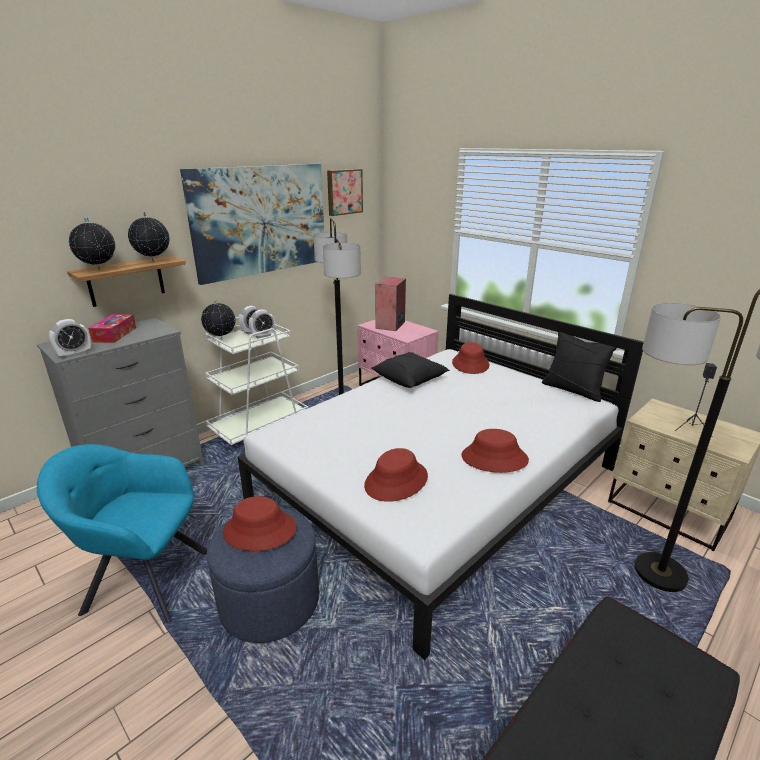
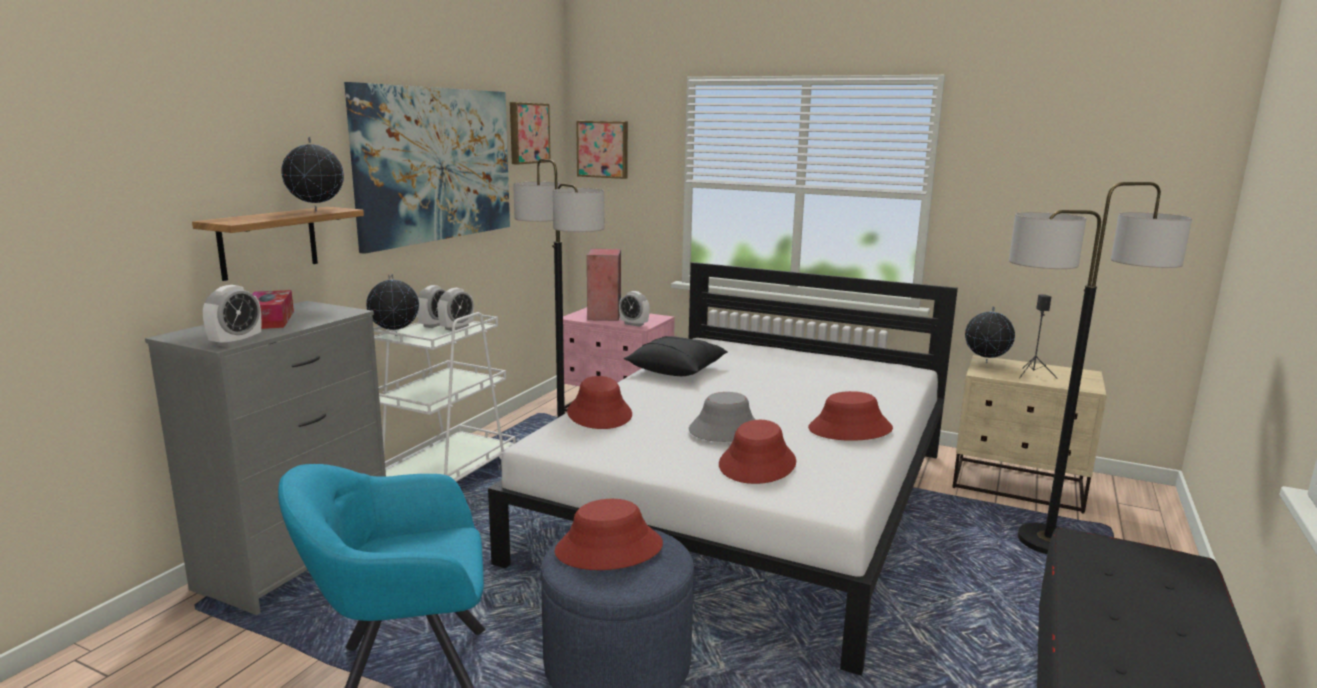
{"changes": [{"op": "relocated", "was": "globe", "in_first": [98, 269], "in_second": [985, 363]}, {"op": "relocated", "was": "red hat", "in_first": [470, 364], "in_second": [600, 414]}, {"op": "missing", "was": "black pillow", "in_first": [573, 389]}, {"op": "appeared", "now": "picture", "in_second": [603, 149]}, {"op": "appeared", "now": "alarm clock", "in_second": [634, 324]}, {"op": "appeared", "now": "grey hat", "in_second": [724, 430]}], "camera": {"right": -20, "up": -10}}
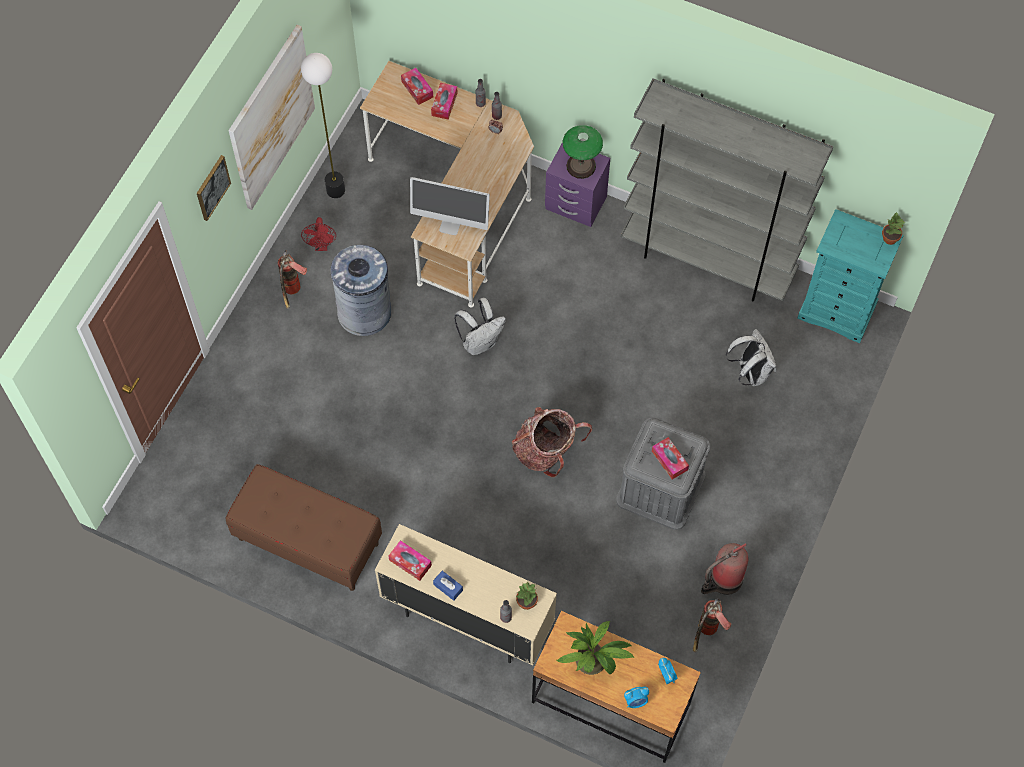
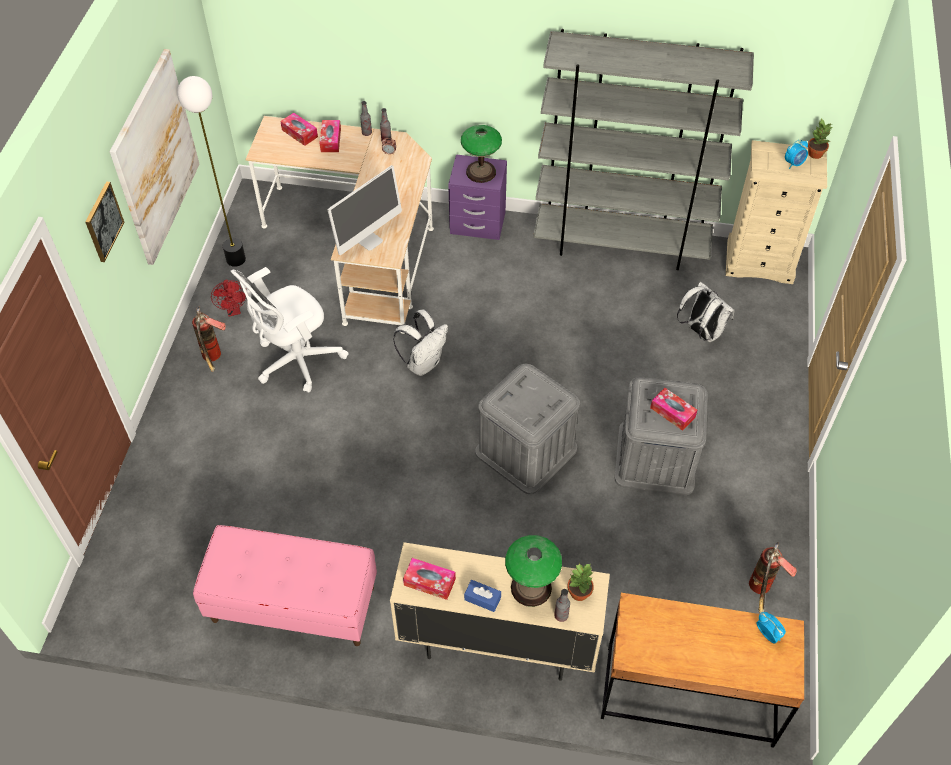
{"changes": [{"op": "colour", "was": "brown bench", "now": "pink bench", "in_first": [308, 541], "in_second": [293, 604]}, {"op": "exchanged", "was": "grey trash can", "now": "white office chair", "in_first": [364, 312], "in_second": [295, 361]}, {"op": "spun", "was": "monitor", "in_first": [450, 225], "in_second": [369, 240], "clockwise": -45}, {"op": "exchanged", "was": "backpack", "now": "grey storage box", "in_first": [546, 451], "in_second": [526, 450]}, {"op": "missing", "was": "potted plant", "in_first": [594, 663]}, {"op": "relocated", "was": "alarm clock", "in_first": [635, 701], "in_second": [794, 163]}, {"op": "missing", "was": "fire extinguisher", "in_first": [723, 580]}, {"op": "colour", "was": "turquoise dresser", "now": "beige dresser", "in_first": [837, 311], "in_second": [760, 261]}, {"op": "appeared", "now": "table lamp", "in_second": [531, 588]}], "camera": {"right": -15, "up": -10}}
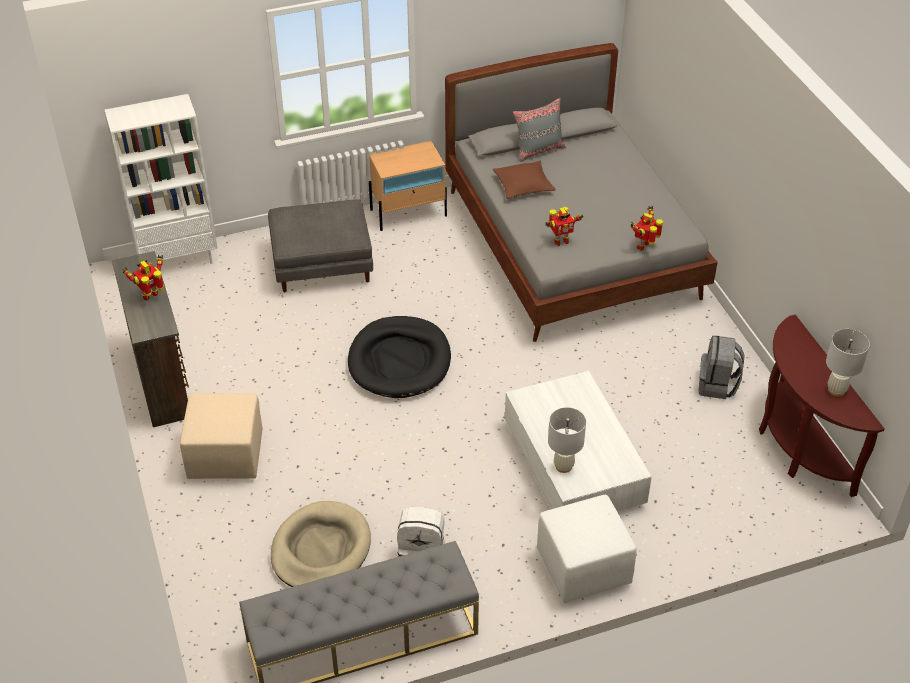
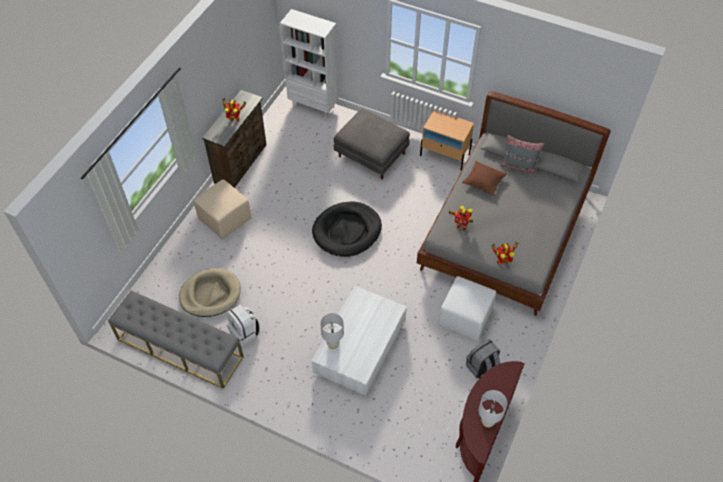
{"changes": [{"op": "relocated", "was": "white ottoman", "in_first": [584, 567], "in_second": [466, 317]}], "camera": {"right": 45, "up": 10}}
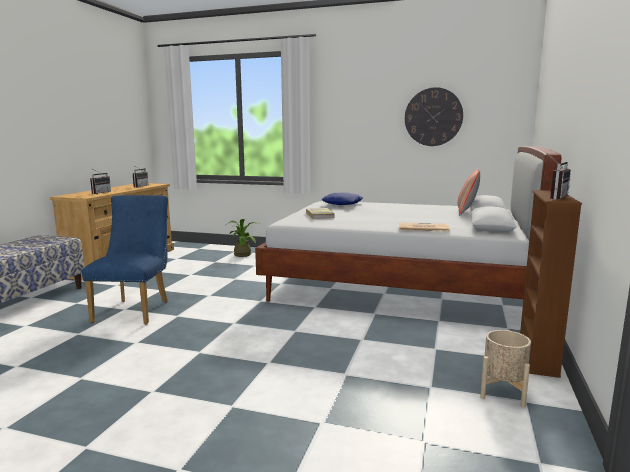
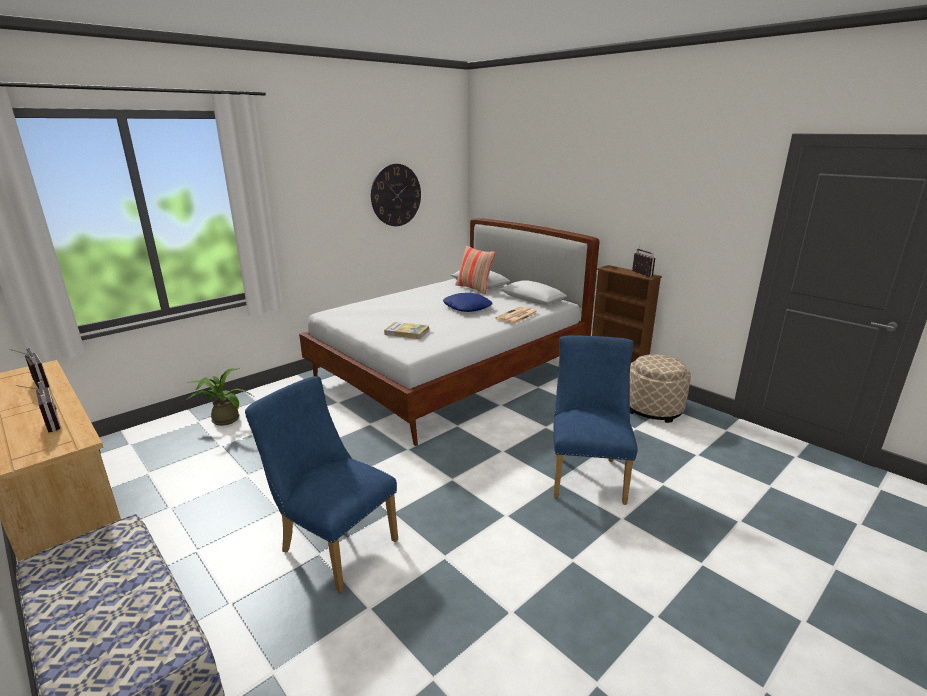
{"changes": [{"op": "relocated", "was": "blue pillow", "in_first": [342, 204], "in_second": [467, 307]}, {"op": "exchanged", "was": "beige planter", "now": "beige ottoman", "in_first": [503, 392], "in_second": [653, 409]}, {"op": "appeared", "now": "blue chair", "in_second": [587, 474]}], "camera": {"right": -60, "up": 10}}
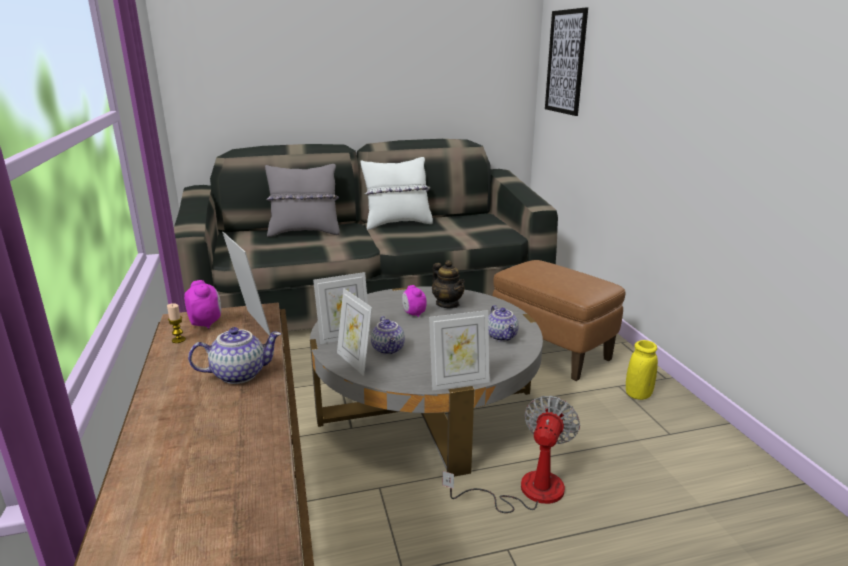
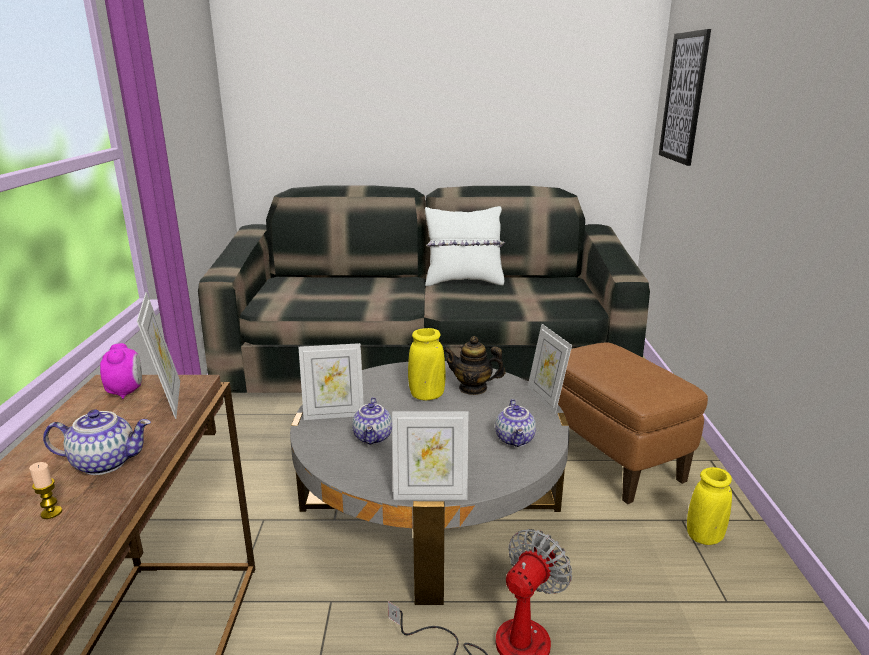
{"changes": [{"op": "relocated", "was": "candle", "in_first": [178, 340], "in_second": [51, 513]}, {"op": "missing", "was": "grey pillow", "in_first": [305, 232]}, {"op": "relocated", "was": "picture frame", "in_first": [355, 362], "in_second": [546, 399]}, {"op": "exchanged", "was": "alarm clock", "now": "yellow vase", "in_first": [413, 314], "in_second": [426, 396]}, {"op": "spun", "was": "teapot", "in_first": [447, 304], "in_second": [473, 388], "clockwise": 120}], "camera": {"right": 15, "up": 0}}
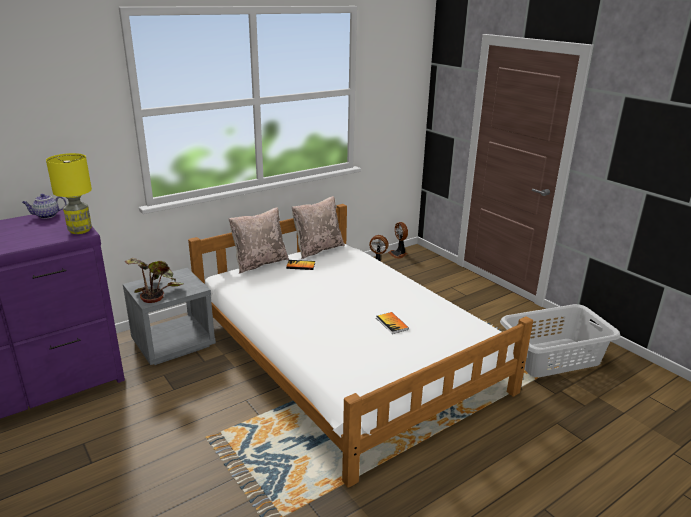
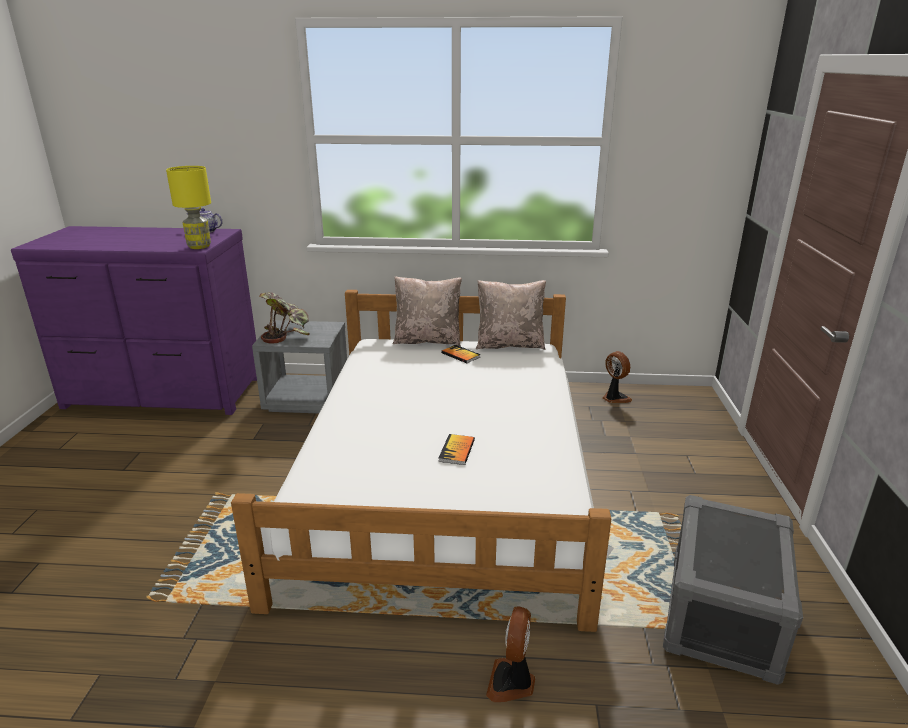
{"changes": [{"op": "relocated", "was": "fan", "in_first": [398, 254], "in_second": [512, 682]}, {"op": "exchanged", "was": "grey laundry basket", "now": "grey storage box", "in_first": [552, 357], "in_second": [720, 613]}], "camera": {"right": 40, "up": 0}}
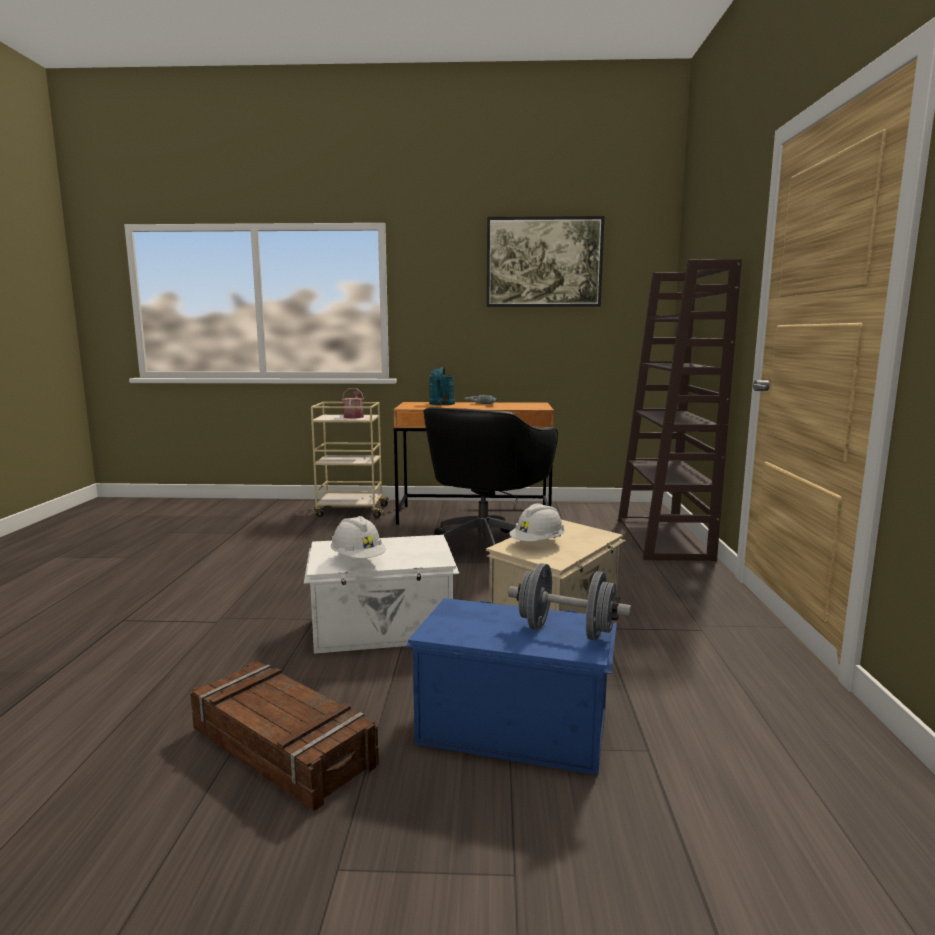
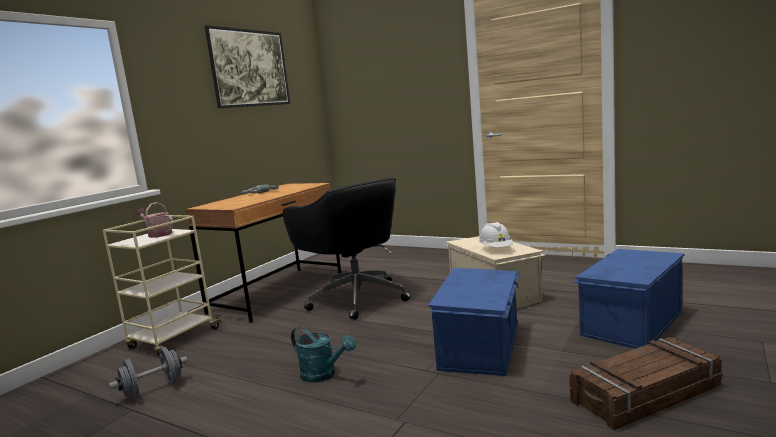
{"changes": [{"op": "colour", "was": "white storage box", "now": "blue storage box", "in_first": [384, 630], "in_second": [481, 347]}, {"op": "missing", "was": "white hard hat", "in_first": [358, 559]}, {"op": "relocated", "was": "turquoise watering can", "in_first": [441, 404], "in_second": [323, 375]}, {"op": "relocated", "was": "grey dumbbell", "in_first": [566, 631], "in_second": [153, 390]}, {"op": "missing", "was": "brown bookcase", "in_first": [664, 539]}], "camera": {"right": -60, "up": 0}}
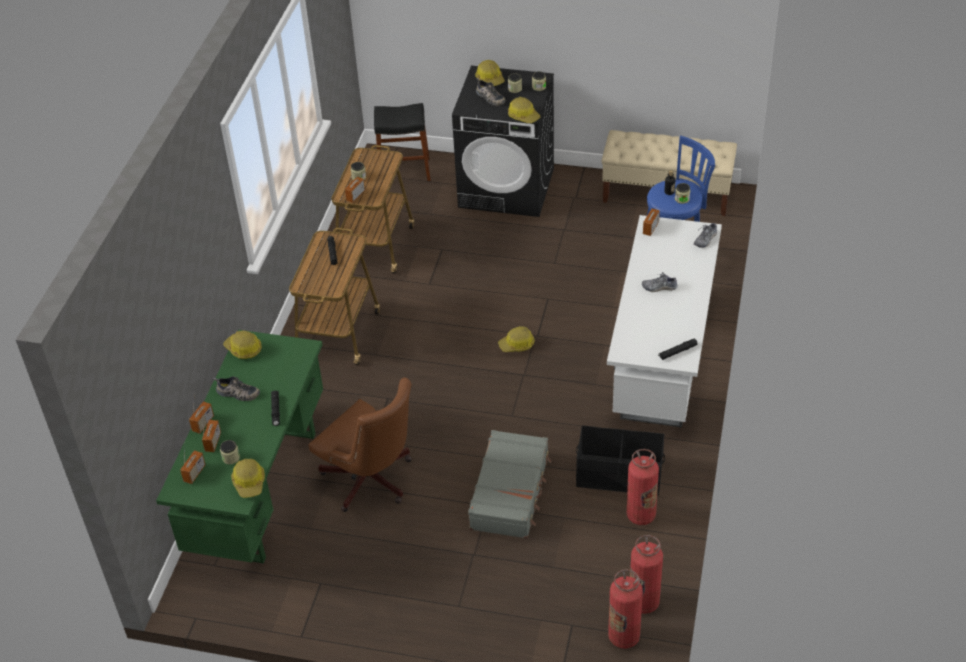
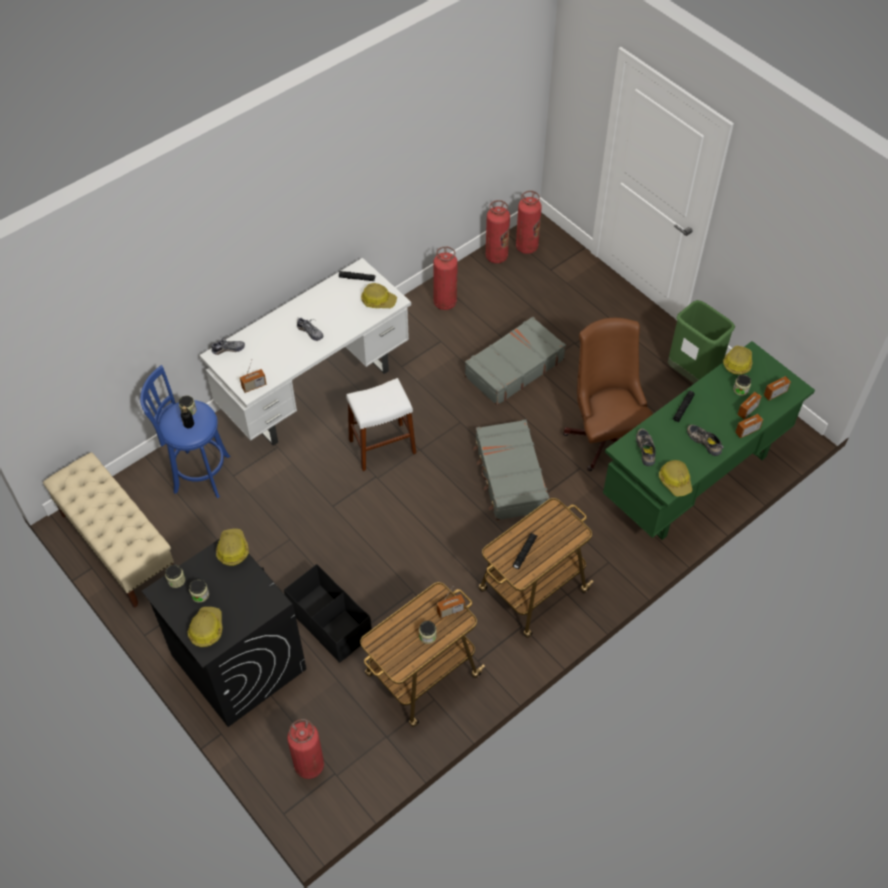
{"changes": [{"op": "exchanged", "was": "black stool", "now": "fire extinguisher", "in_first": [404, 171], "in_second": [309, 765]}, {"op": "relocated", "was": "shoe", "in_first": [489, 97], "in_second": [646, 449]}, {"op": "relocated", "was": "hard hat", "in_first": [517, 345], "in_second": [378, 300]}, {"op": "relocated", "was": "black storage box", "in_first": [619, 475], "in_second": [330, 622]}, {"op": "appeared", "now": "white stool", "in_second": [382, 446]}, {"op": "appeared", "now": "grey suitcase", "in_second": [509, 477]}, {"op": "appeared", "now": "green trash can", "in_second": [692, 374]}], "camera": {"right": -145, "up": 10}}
